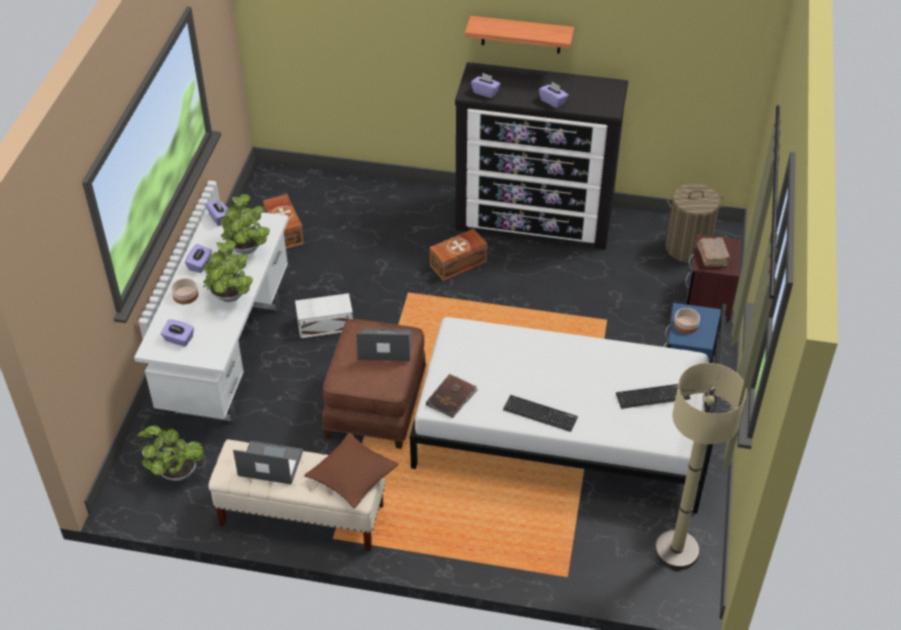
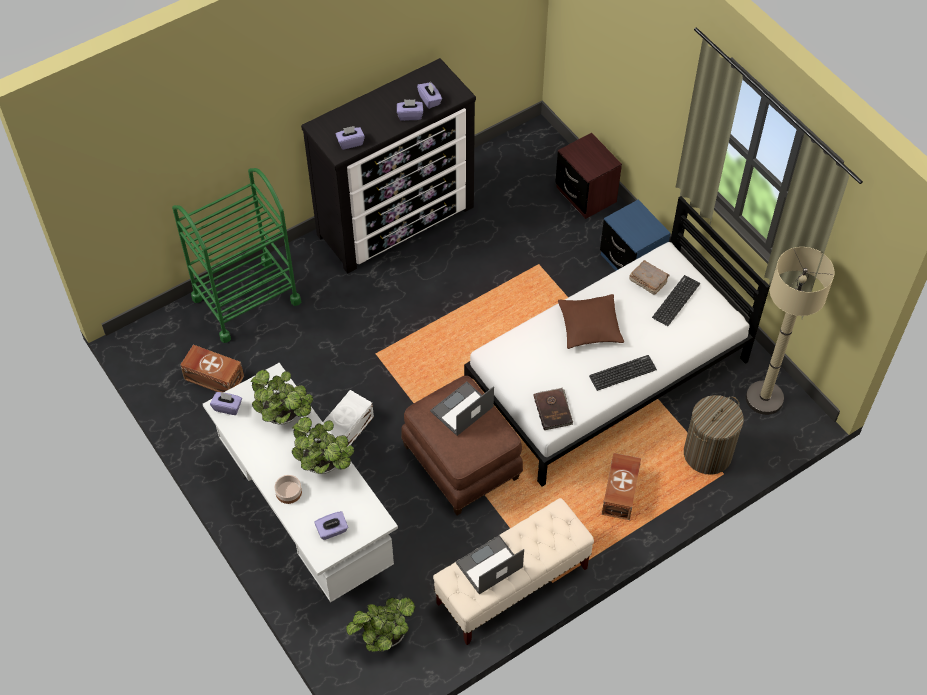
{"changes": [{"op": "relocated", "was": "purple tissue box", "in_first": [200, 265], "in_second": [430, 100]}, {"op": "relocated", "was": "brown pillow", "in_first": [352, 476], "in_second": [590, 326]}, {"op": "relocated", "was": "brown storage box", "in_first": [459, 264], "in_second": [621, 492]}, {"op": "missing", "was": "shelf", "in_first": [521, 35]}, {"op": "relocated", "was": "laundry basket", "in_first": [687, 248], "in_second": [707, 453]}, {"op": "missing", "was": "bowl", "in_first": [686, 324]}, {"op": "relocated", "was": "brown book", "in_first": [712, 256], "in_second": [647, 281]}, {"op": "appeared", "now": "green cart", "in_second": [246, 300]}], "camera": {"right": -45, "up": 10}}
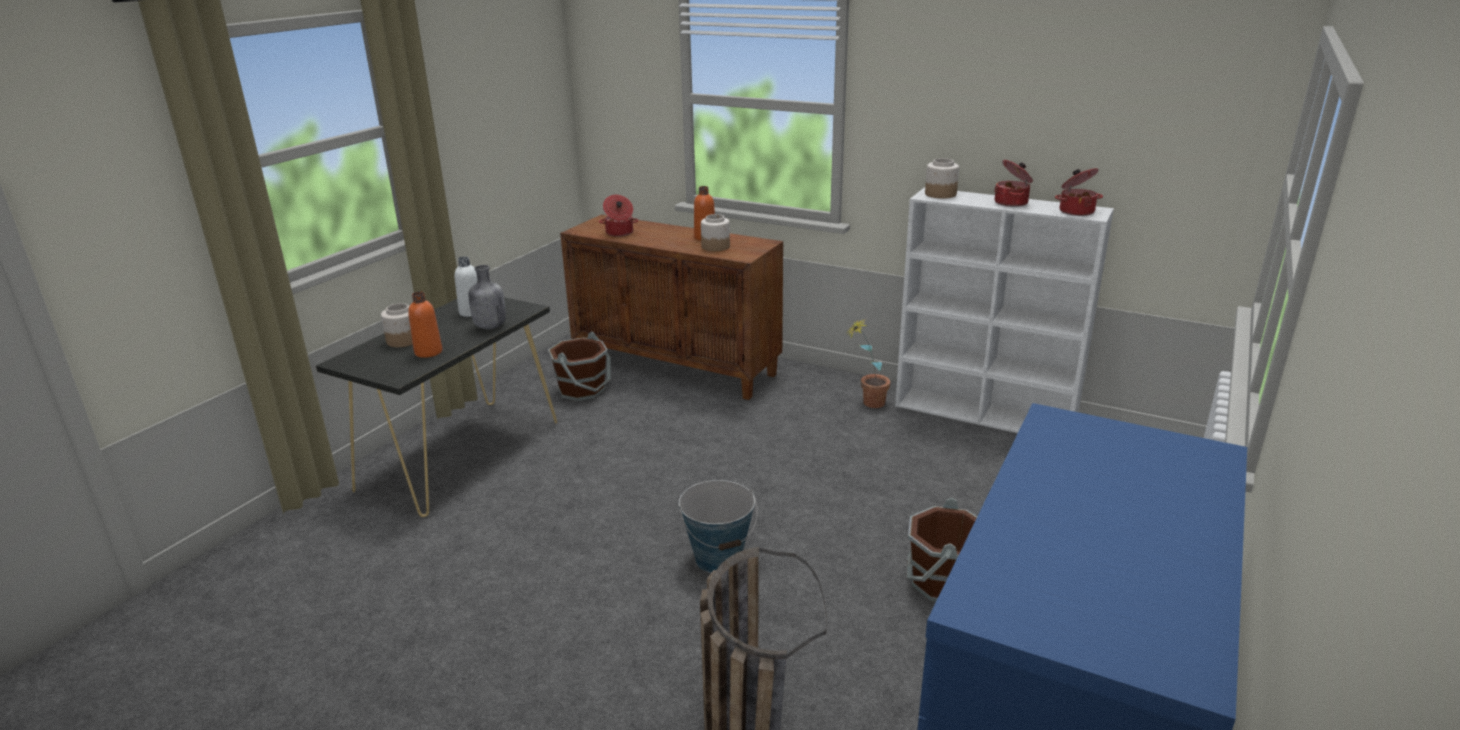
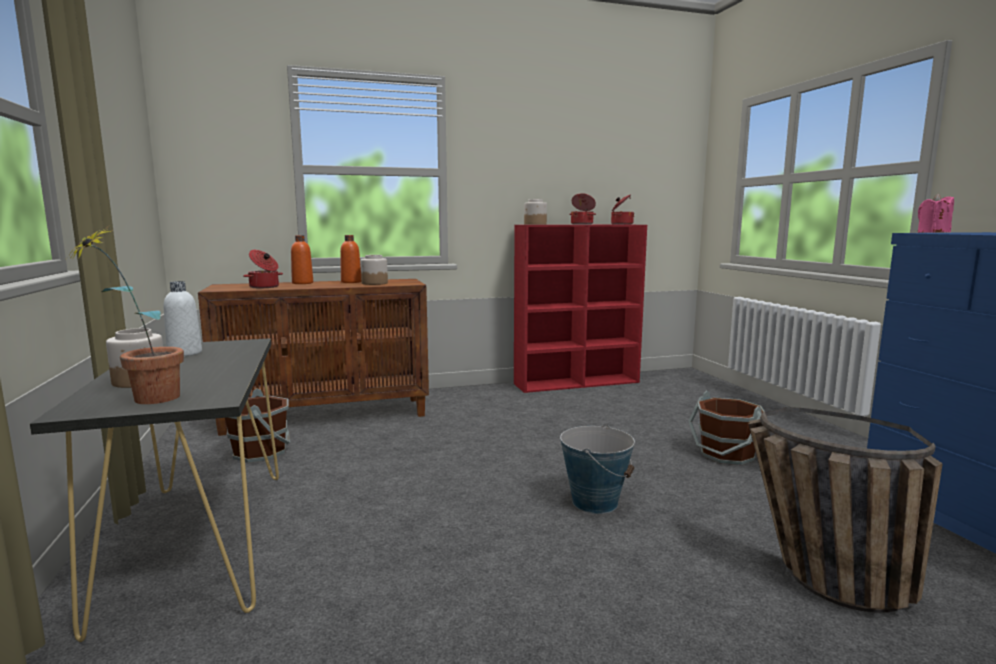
{"changes": [{"op": "relocated", "was": "orange bottle", "in_first": [428, 352], "in_second": [302, 283]}, {"op": "missing", "was": "grey bottle", "in_first": [489, 326]}, {"op": "relocated", "was": "potted plant", "in_first": [867, 403], "in_second": [143, 401]}, {"op": "colour", "was": "white bookcase", "now": "red bookcase", "in_first": [986, 414], "in_second": [577, 383]}, {"op": "appeared", "now": "pink candle", "in_second": [933, 232]}], "camera": {"right": -45, "up": -15}}
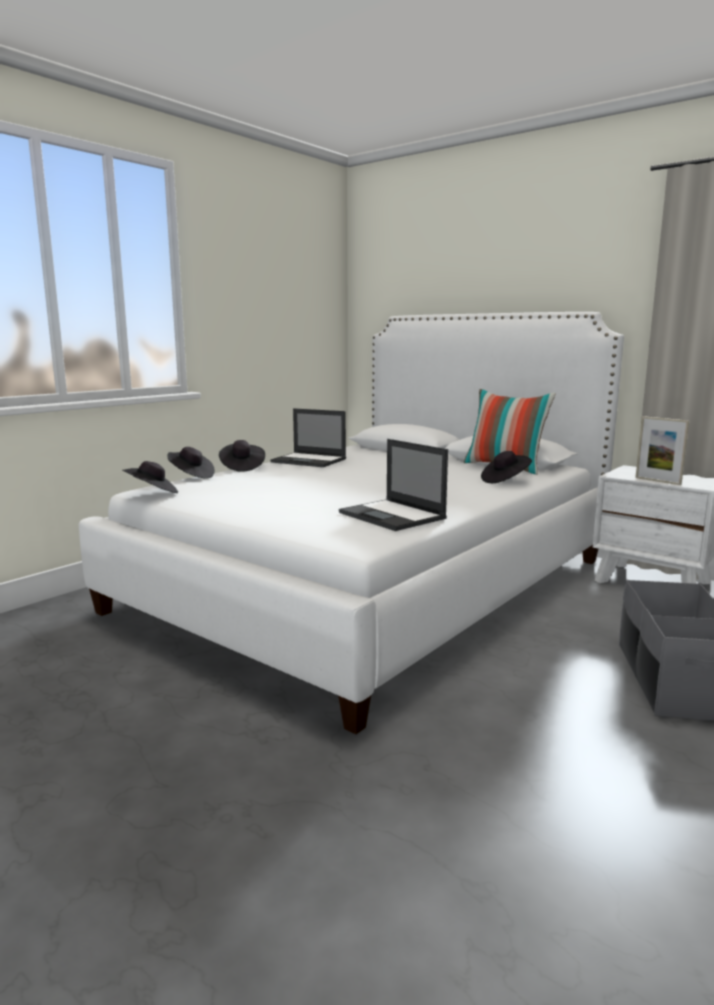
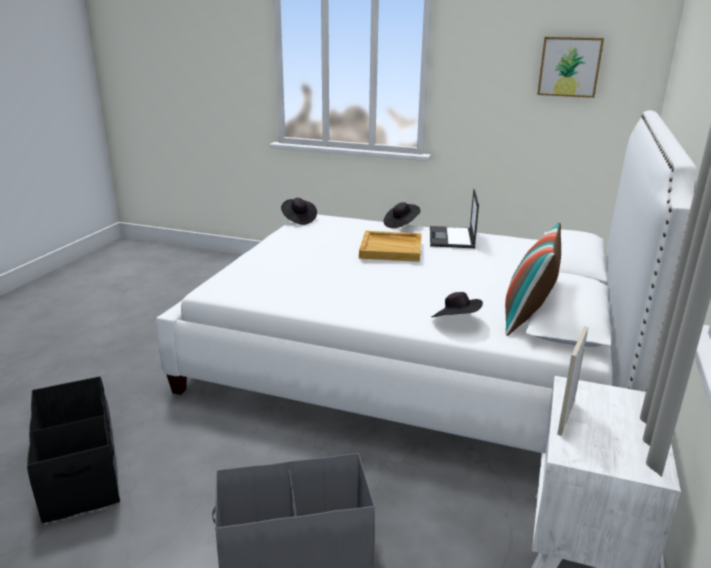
{"changes": [{"op": "missing", "was": "black hat", "in_first": [191, 476]}, {"op": "missing", "was": "laptop", "in_first": [393, 516]}, {"op": "appeared", "now": "black storage box", "in_second": [80, 470]}, {"op": "appeared", "now": "beige tray", "in_second": [391, 249]}, {"op": "appeared", "now": "picture", "in_second": [569, 66]}], "camera": {"right": 70, "up": 10}}
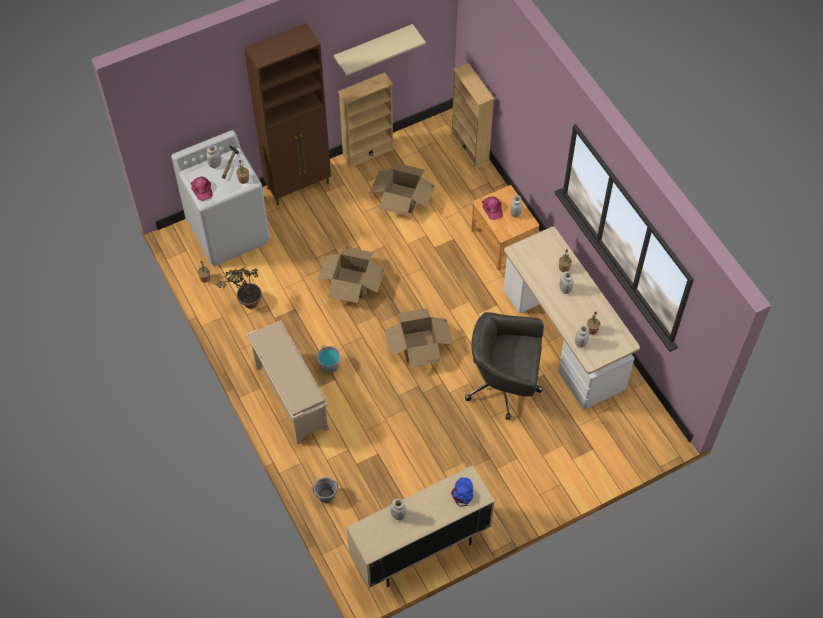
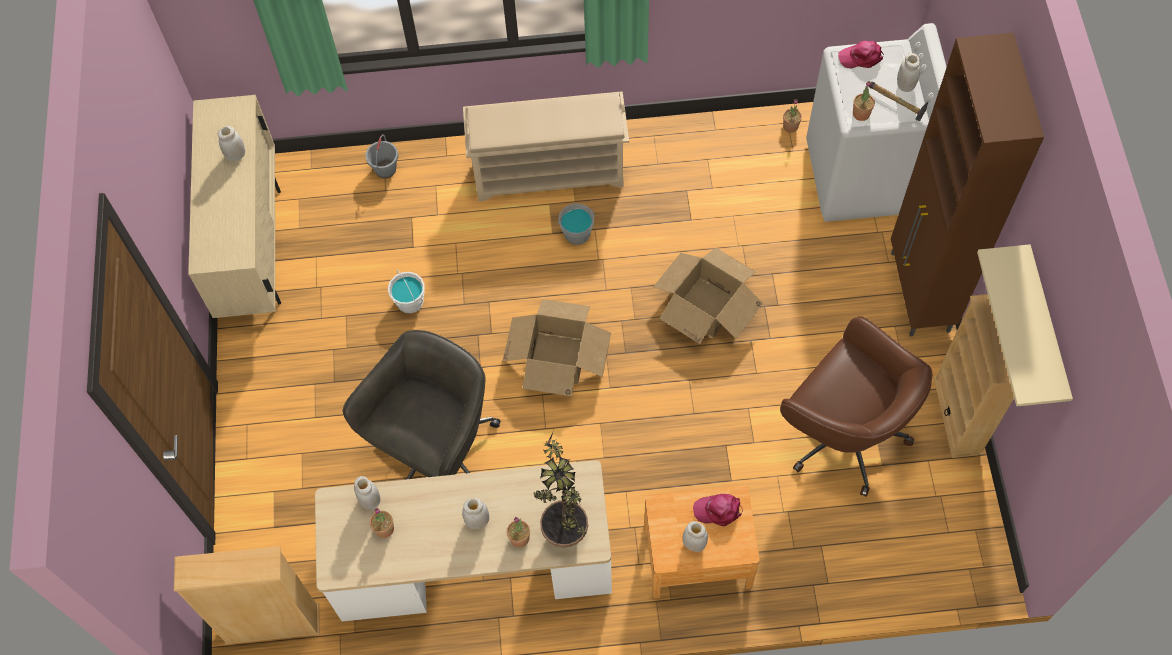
{"changes": [{"op": "relocated", "was": "potted plant", "in_first": [245, 304], "in_second": [563, 522]}, {"op": "exchanged", "was": "cardboard box", "now": "brown office chair", "in_first": [402, 198], "in_second": [843, 434]}, {"op": "relocated", "was": "beige bookcase", "in_first": [470, 148], "in_second": [272, 624]}, {"op": "missing", "was": "blue cap", "in_first": [462, 493]}, {"op": "appeared", "now": "white bucket", "in_second": [410, 301]}], "camera": {"right": 115, "up": 5}}
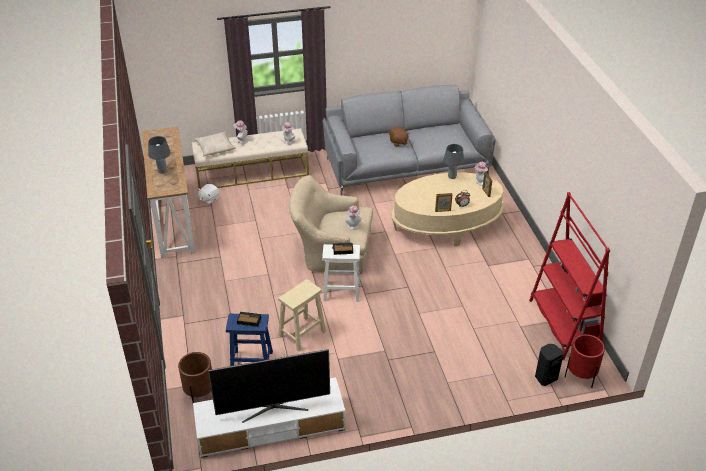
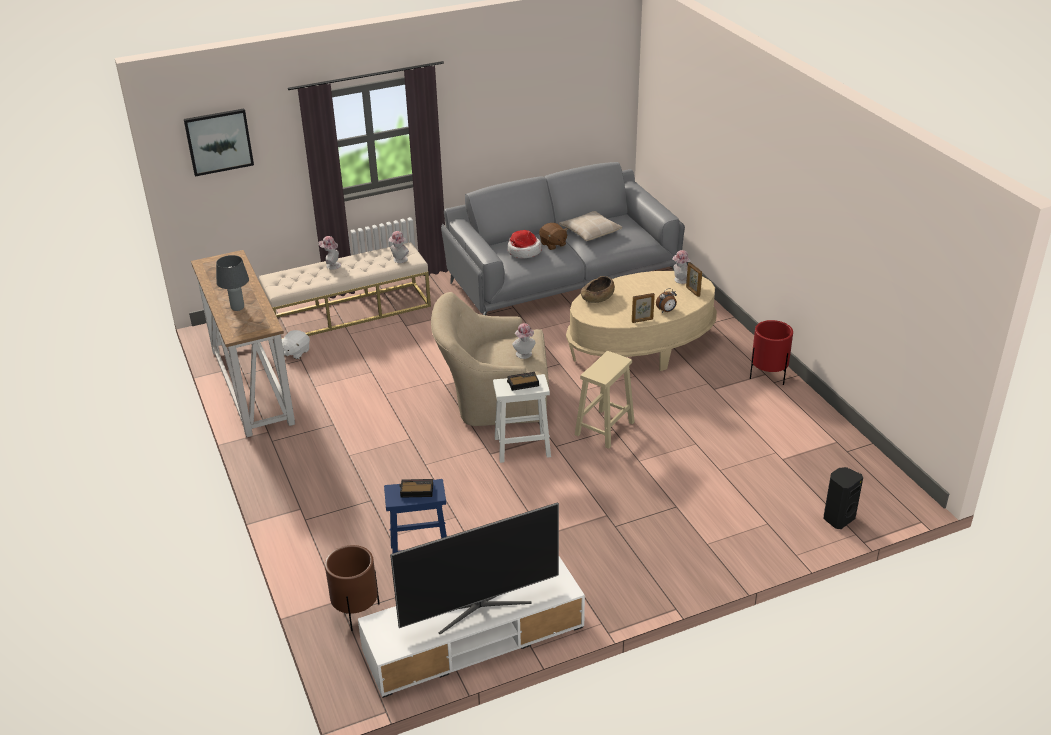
{"changes": [{"op": "relocated", "was": "beige pillow", "in_first": [215, 147], "in_second": [590, 231]}, {"op": "relocated", "was": "beige stool", "in_first": [301, 334], "in_second": [604, 429]}, {"op": "missing", "was": "grey table lamp", "in_first": [452, 177]}, {"op": "missing", "was": "red bookcase", "in_first": [564, 325]}, {"op": "relocated", "was": "red planter", "in_first": [580, 377], "in_second": [768, 376]}, {"op": "appeared", "now": "picture", "in_second": [219, 141]}, {"op": "appeared", "now": "hat", "in_second": [523, 251]}, {"op": "appeared", "now": "brown bowl", "in_second": [597, 298]}], "camera": {"right": -10, "up": -5}}
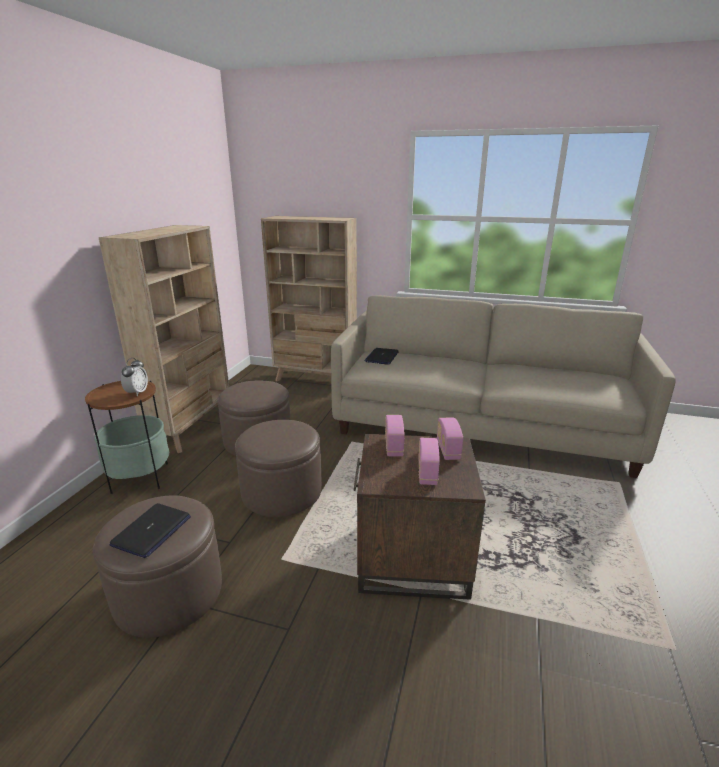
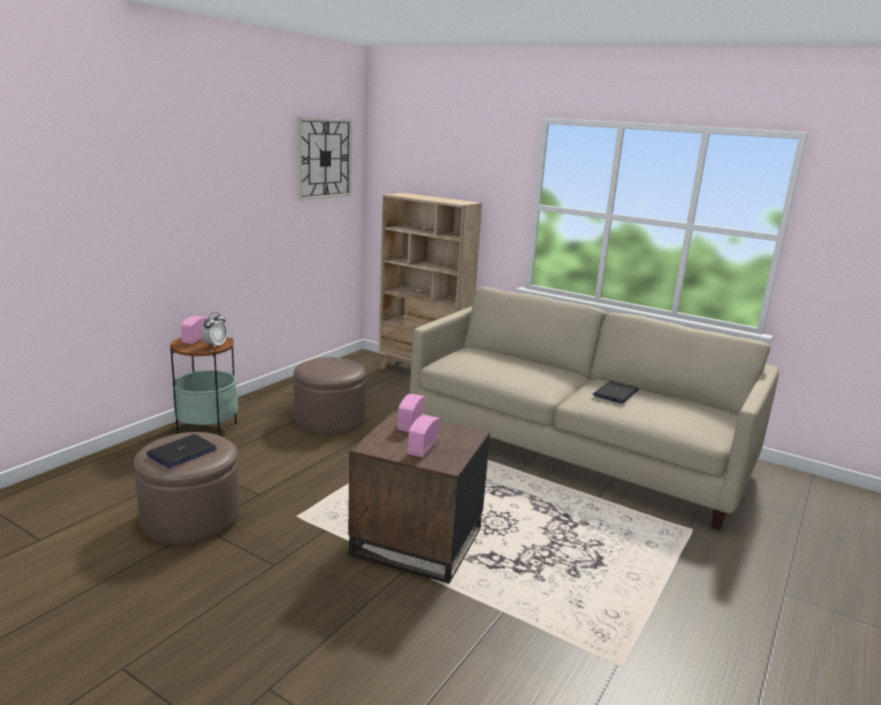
{"changes": [{"op": "missing", "was": "beige bookcase", "in_first": [192, 426]}, {"op": "missing", "was": "brown ottoman", "in_first": [282, 491]}, {"op": "relocated", "was": "laptop", "in_first": [382, 357], "in_second": [615, 393]}, {"op": "relocated", "was": "radio", "in_first": [448, 450], "in_second": [196, 340]}, {"op": "appeared", "now": "wall clock", "in_second": [324, 158]}], "camera": {"right": 15, "up": -5}}
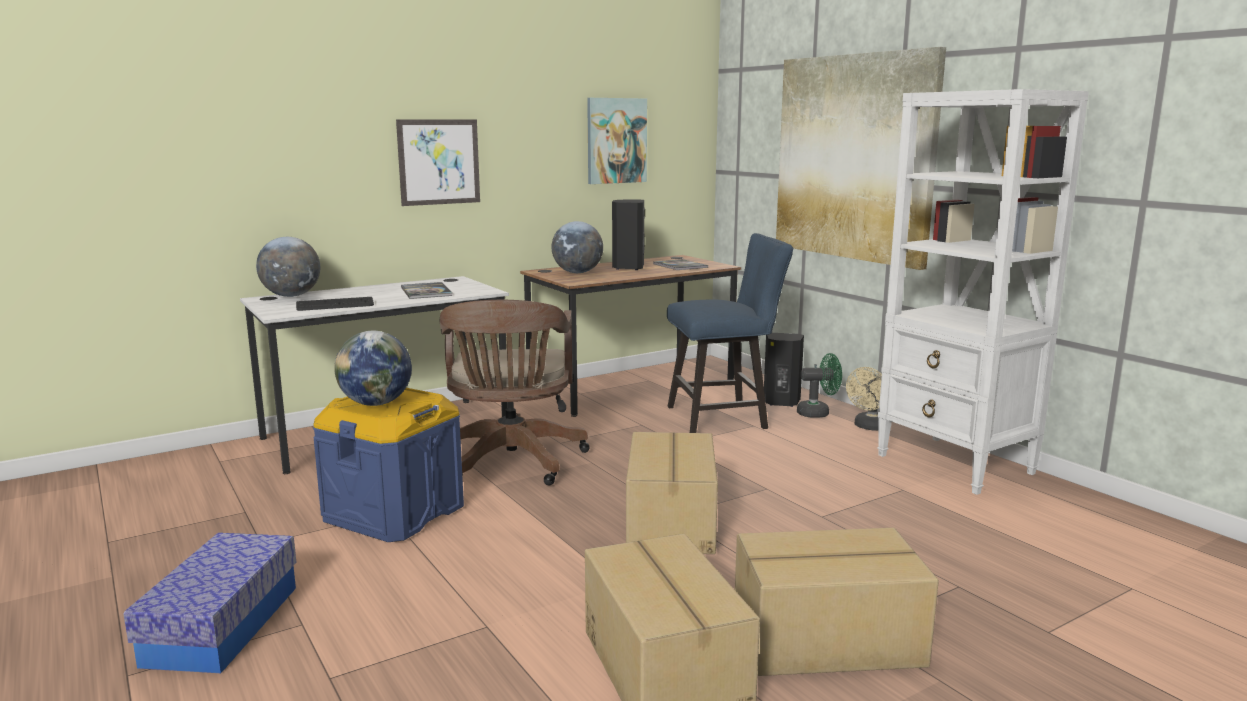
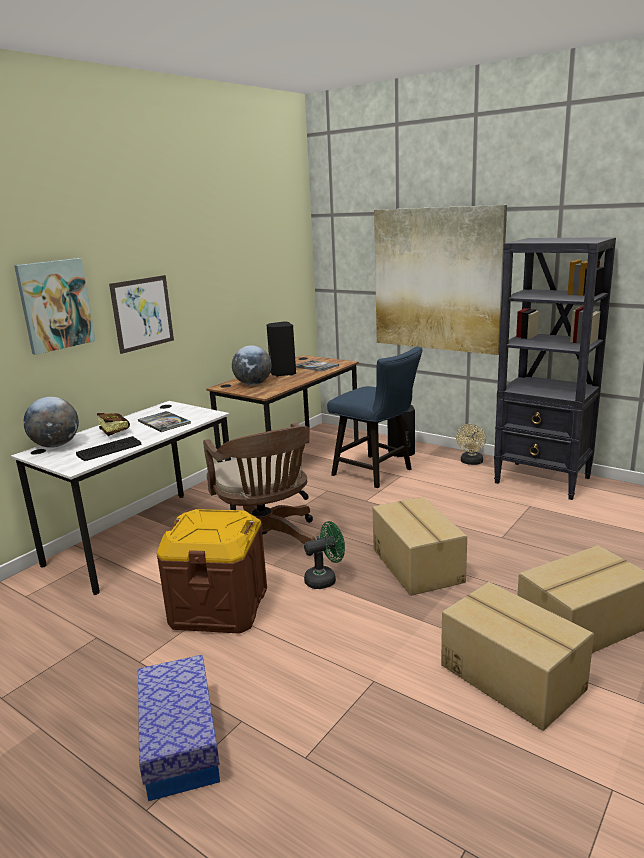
{"changes": [{"op": "colour", "was": "blue storage box", "now": "brown storage box", "in_first": [394, 513], "in_second": [219, 607]}, {"op": "missing", "was": "globe", "in_first": [376, 404]}, {"op": "relocated", "was": "picture", "in_first": [616, 140], "in_second": [55, 305]}, {"op": "spun", "was": "blue chair", "in_first": [724, 418], "in_second": [377, 473], "clockwise": 75}, {"op": "relocated", "was": "green fan", "in_first": [818, 413], "in_second": [325, 579]}, {"op": "colour", "was": "white bookcase", "now": "black bookcase", "in_first": [955, 465], "in_second": [543, 480]}, {"op": "appeared", "now": "book", "in_second": [113, 431]}], "camera": {"right": -20, "up": 5}}
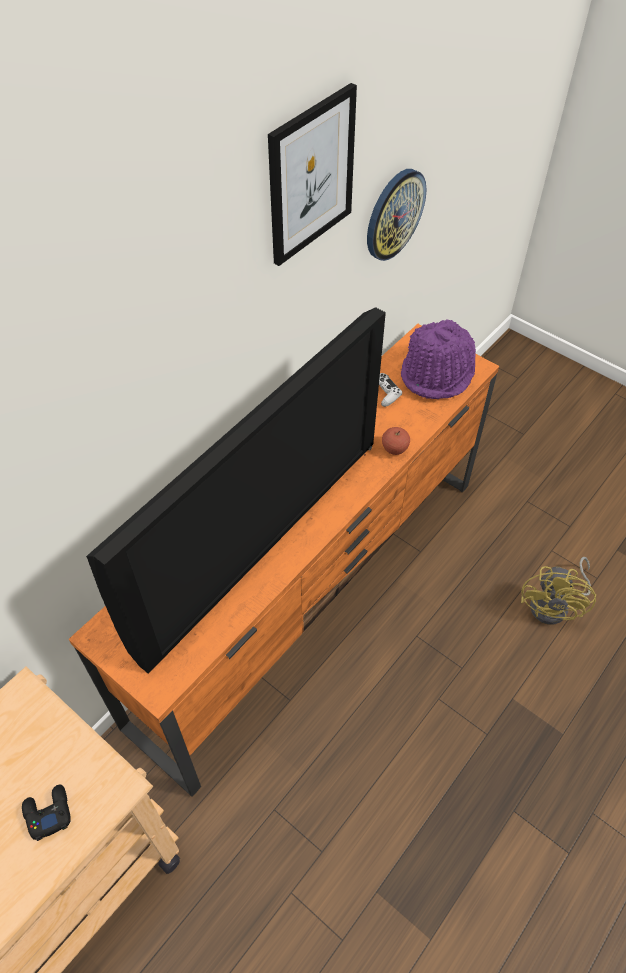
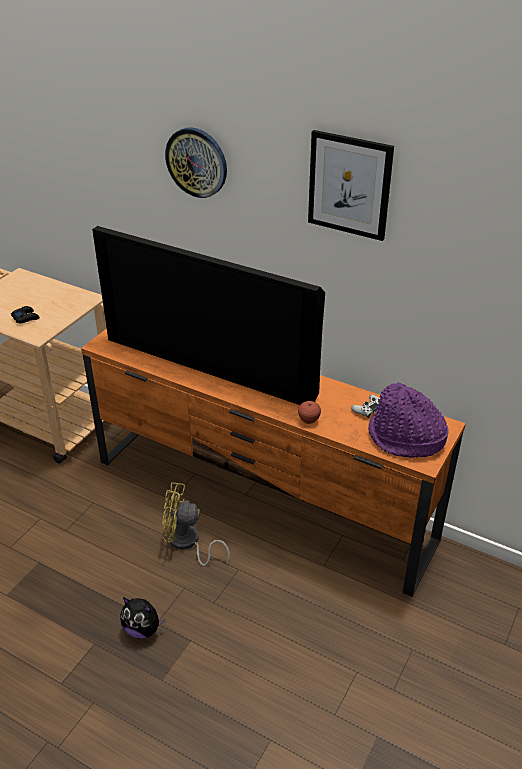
{"changes": [{"op": "relocated", "was": "wall clock", "in_first": [394, 214], "in_second": [197, 162]}, {"op": "relocated", "was": "yellow fan", "in_first": [555, 605], "in_second": [187, 543]}, {"op": "appeared", "now": "plush toy", "in_second": [143, 629]}], "camera": {"right": 80, "up": -15}}
